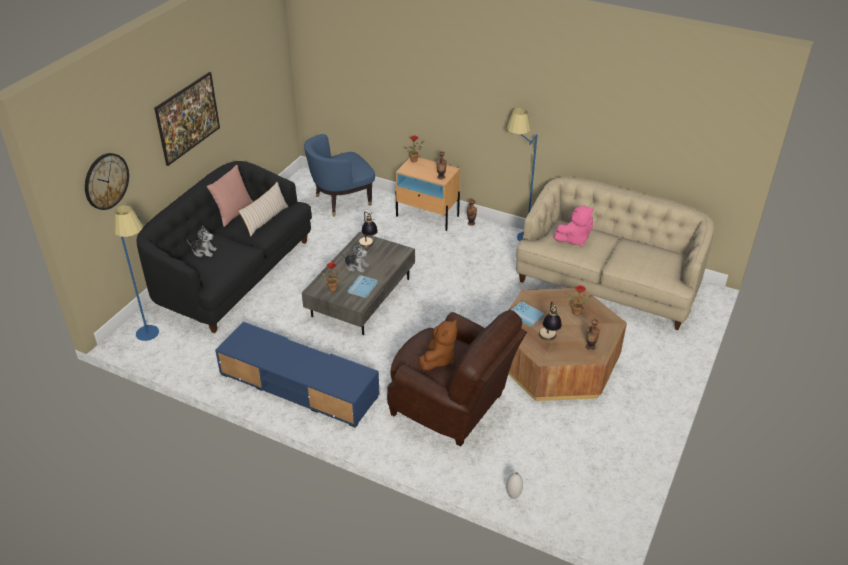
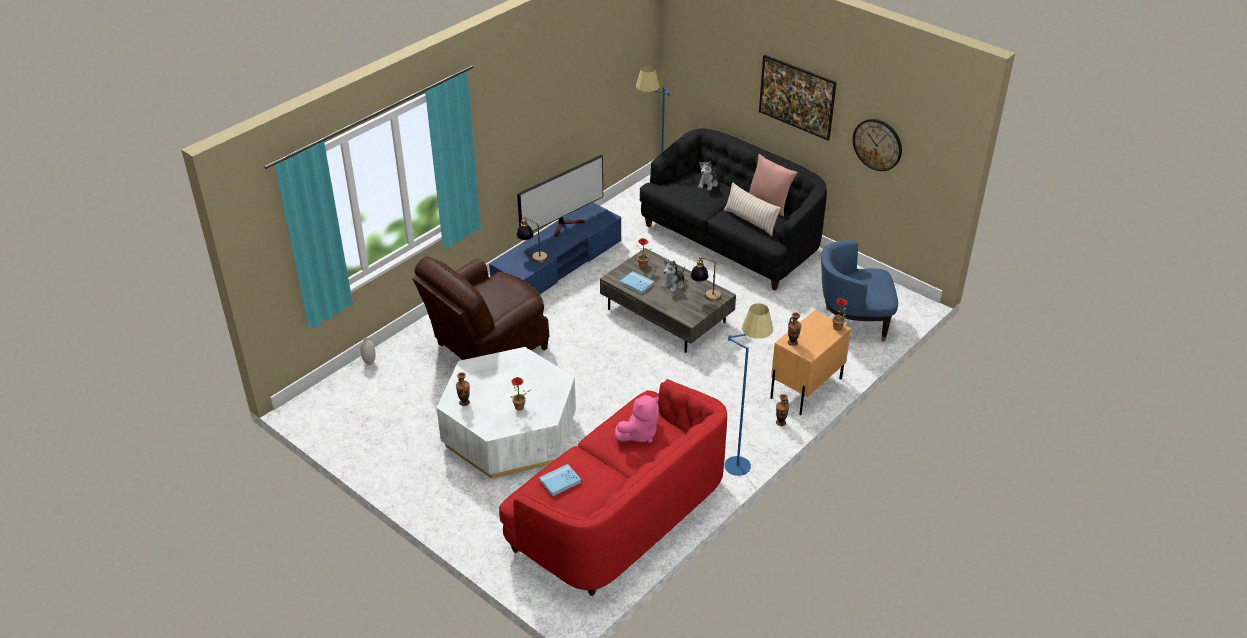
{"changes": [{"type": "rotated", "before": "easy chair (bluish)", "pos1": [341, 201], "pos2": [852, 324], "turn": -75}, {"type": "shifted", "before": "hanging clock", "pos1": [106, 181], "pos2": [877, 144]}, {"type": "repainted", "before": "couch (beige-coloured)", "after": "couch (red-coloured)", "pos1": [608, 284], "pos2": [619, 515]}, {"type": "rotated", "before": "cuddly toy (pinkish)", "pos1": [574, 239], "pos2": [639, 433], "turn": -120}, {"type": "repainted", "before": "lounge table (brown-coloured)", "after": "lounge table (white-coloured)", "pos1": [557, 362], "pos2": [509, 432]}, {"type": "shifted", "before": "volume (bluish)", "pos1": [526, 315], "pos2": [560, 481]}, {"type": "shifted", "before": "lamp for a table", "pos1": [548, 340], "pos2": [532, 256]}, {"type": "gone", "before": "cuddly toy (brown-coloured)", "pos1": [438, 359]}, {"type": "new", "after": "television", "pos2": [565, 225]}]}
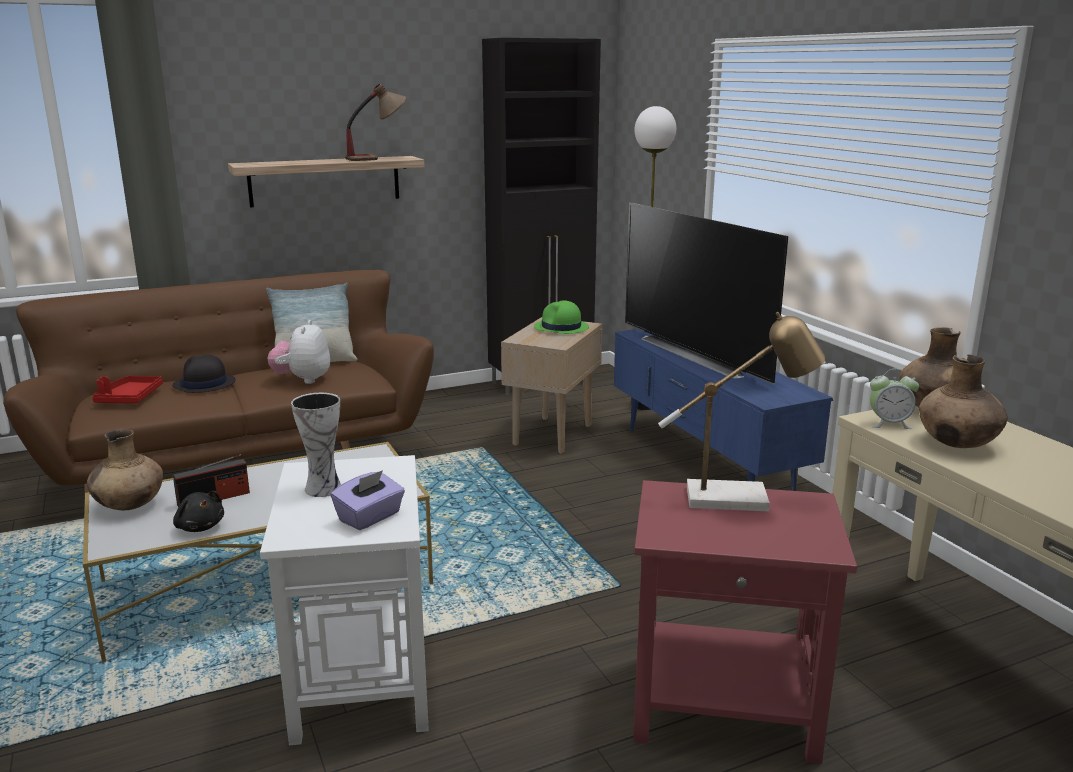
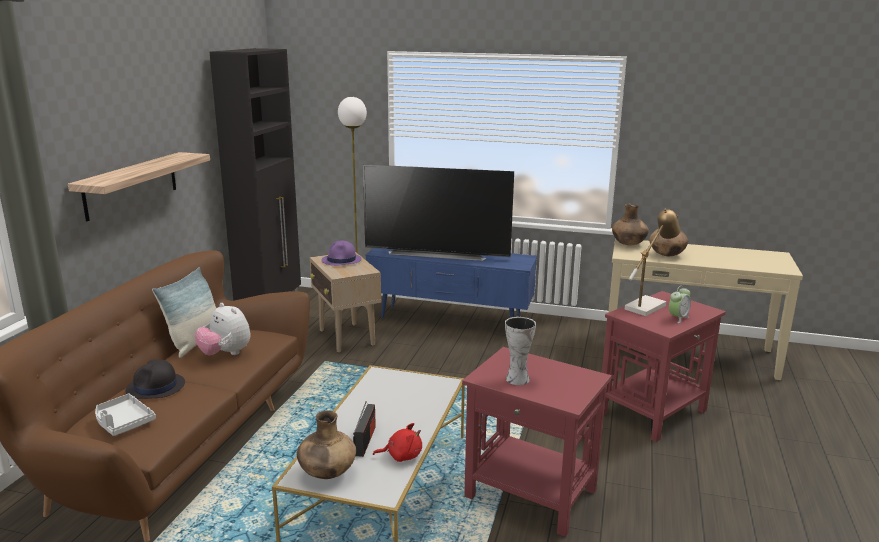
{"changes": [{"type": "gone", "before": "lamp for a table", "pos1": [378, 158]}, {"type": "repainted", "before": "wearable hat (green-coloured)", "after": "wearable hat (purplish)", "pos1": [561, 328], "pos2": [341, 260]}, {"type": "shifted", "before": "table clock", "pos1": [889, 424], "pos2": [678, 318]}, {"type": "repainted", "before": "serving tray (red-coloured)", "after": "serving tray (grey)", "pos1": [129, 398], "pos2": [123, 422]}, {"type": "repainted", "before": "side table (white-coloured)", "after": "side table (red-coloured)", "pos1": [360, 680], "pos2": [530, 494]}, {"type": "gone", "before": "tissue holder (purplish)", "pos1": [370, 517]}, {"type": "repainted", "before": "cuddly toy (blackish)", "after": "cuddly toy (red-coloured)", "pos1": [200, 527], "pos2": [402, 456]}]}
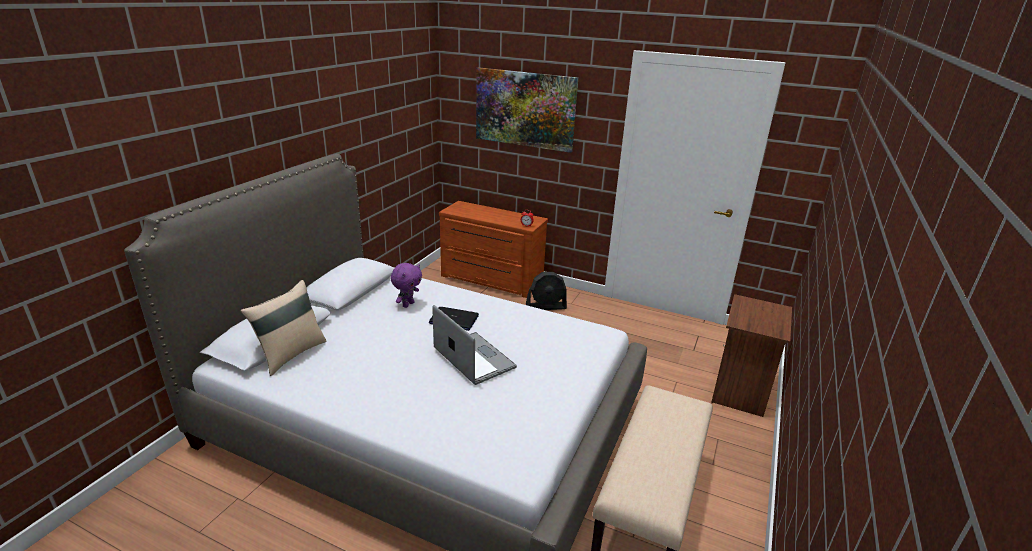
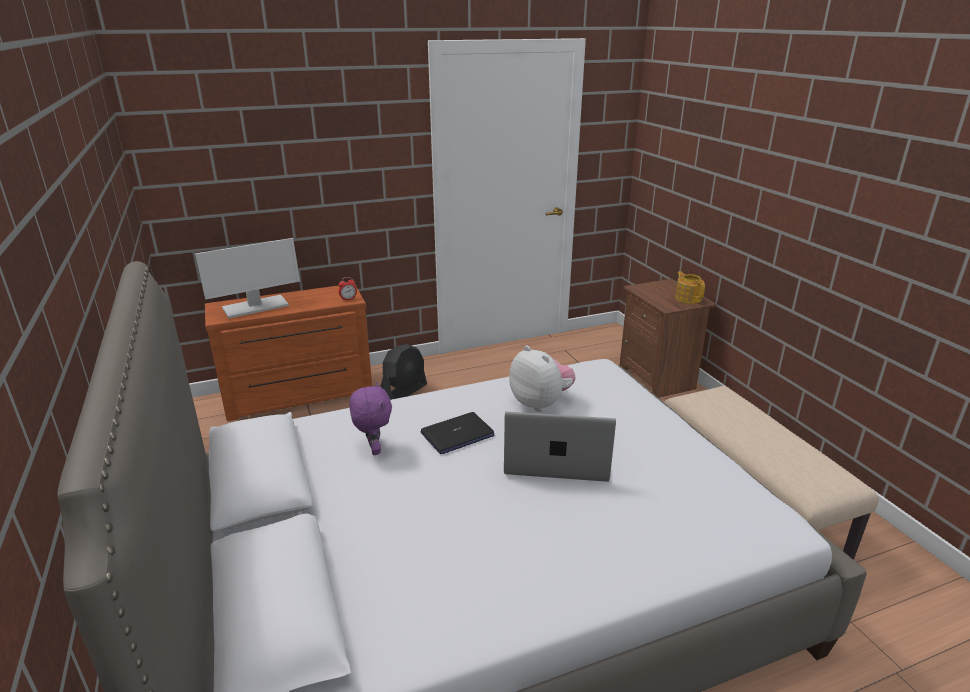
{"changes": [{"type": "gone", "before": "wall picture", "pos1": [525, 109]}, {"type": "gone", "before": "cushion (beige-coloured)", "pos1": [290, 354]}, {"type": "new", "after": "computer screen", "pos2": [255, 307]}, {"type": "new", "after": "tea pot", "pos2": [688, 298]}, {"type": "new", "after": "cuddly toy", "pos2": [540, 403]}]}
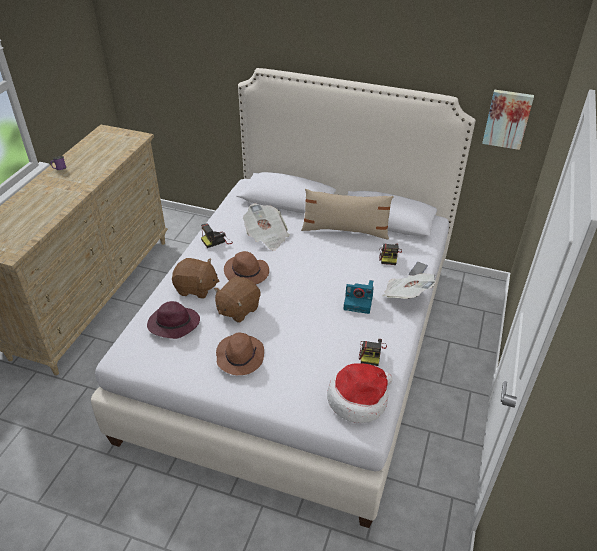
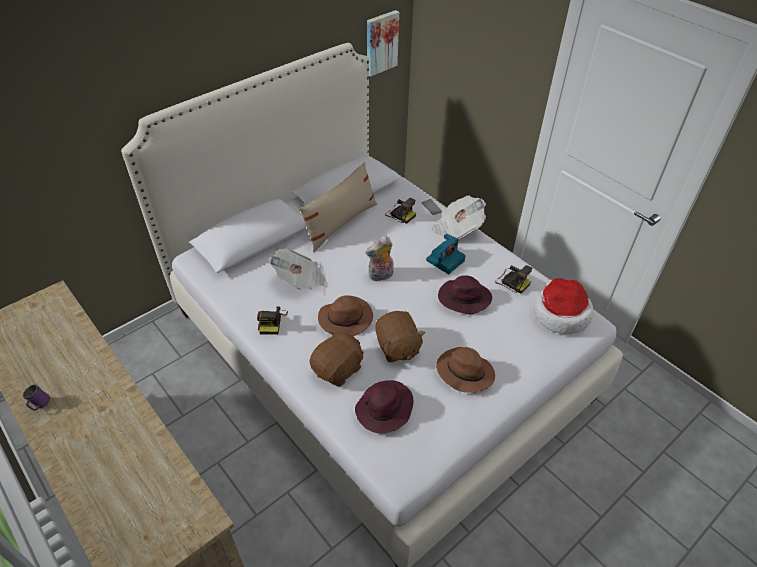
{"changes": [{"type": "new", "after": "cuddly toy", "pos2": [381, 276]}, {"type": "new", "after": "wearable hat (purplish)", "pos2": [463, 299]}]}
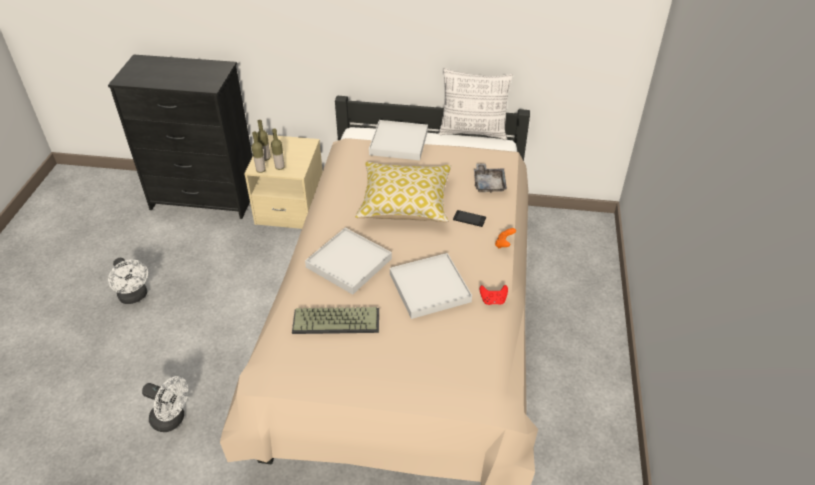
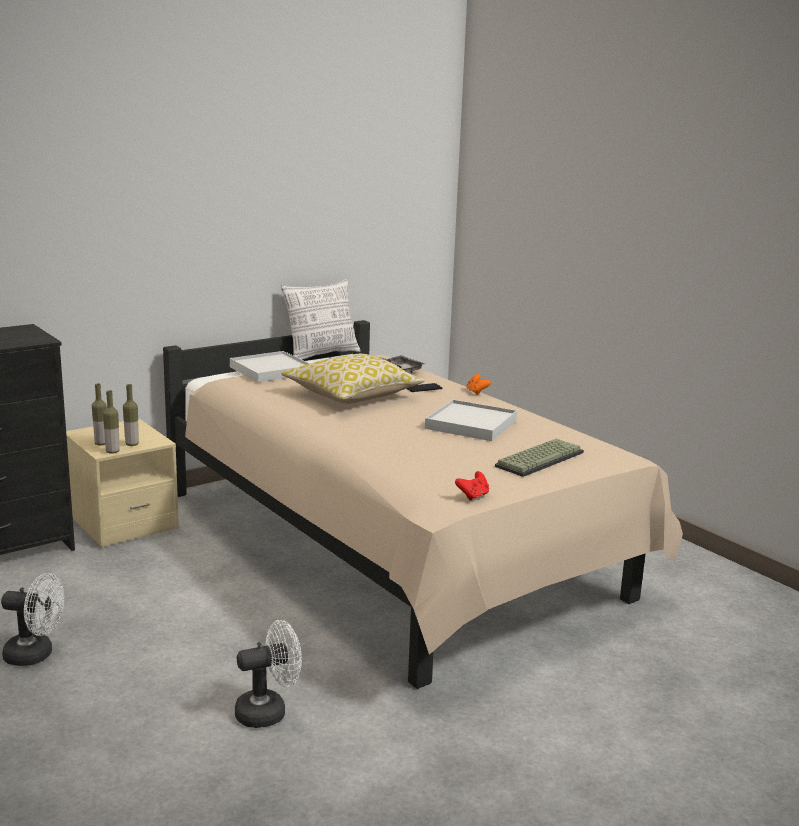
{"changes": [{"type": "gone", "before": "serving tray (white-coloured)", "pos1": [349, 263]}, {"type": "shifted", "before": "gamepad (red-coloured)", "pos1": [493, 300], "pos2": [473, 496]}, {"type": "shifted", "before": "computer keyboard", "pos1": [337, 320], "pos2": [539, 458]}]}
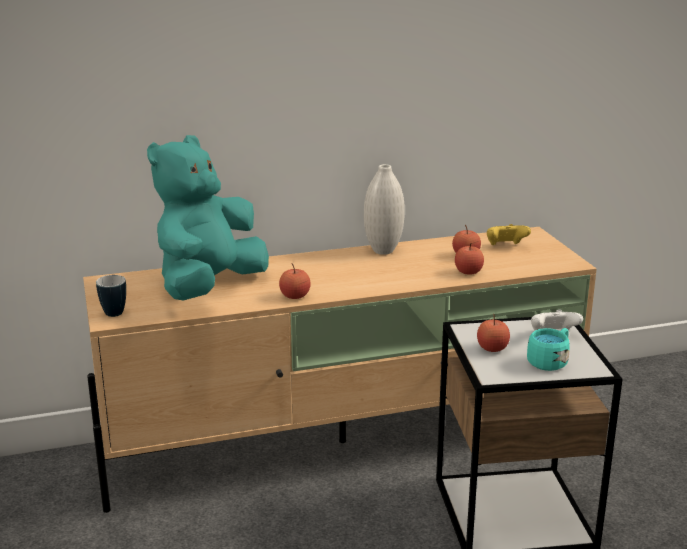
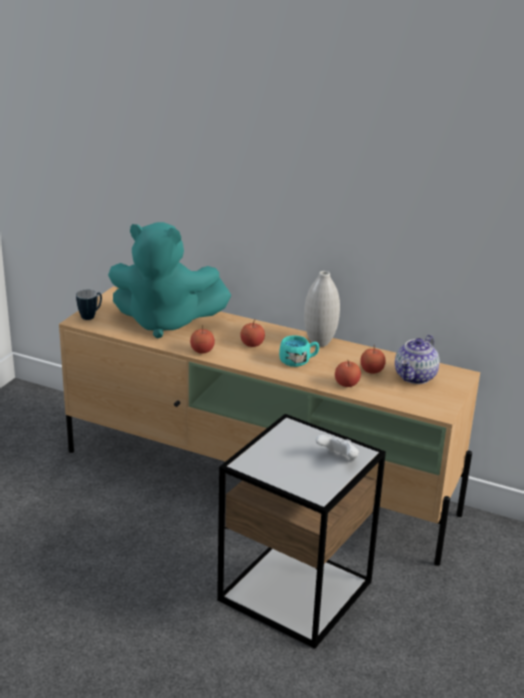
{"changes": [{"type": "rotated", "before": "cuddly toy (turquoise-coloured)", "pos1": [209, 287], "pos2": [165, 322], "turn": -150}, {"type": "swapped", "before": "gamepad (yellow-coloured)", "after": "tea pot", "pos1": [505, 247], "pos2": [415, 377]}, {"type": "shifted", "before": "apple fruit", "pos1": [492, 348], "pos2": [252, 344]}, {"type": "shifted", "before": "mug (turquoise-coloured)", "pos1": [550, 361], "pos2": [298, 361]}]}
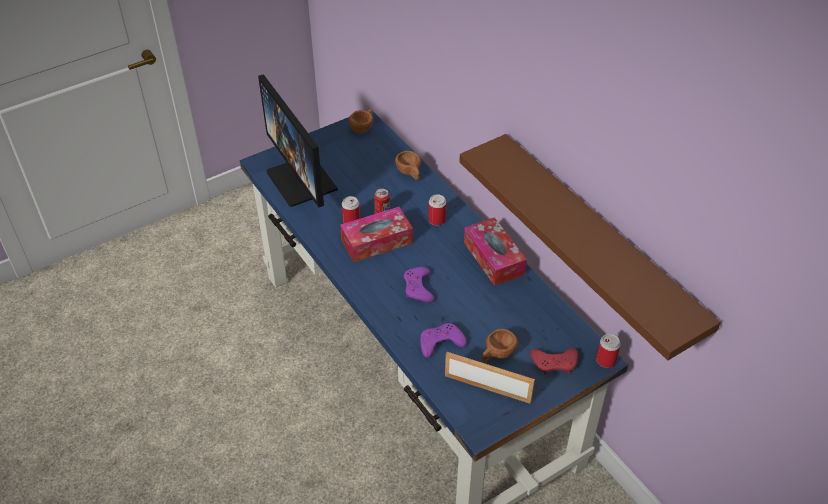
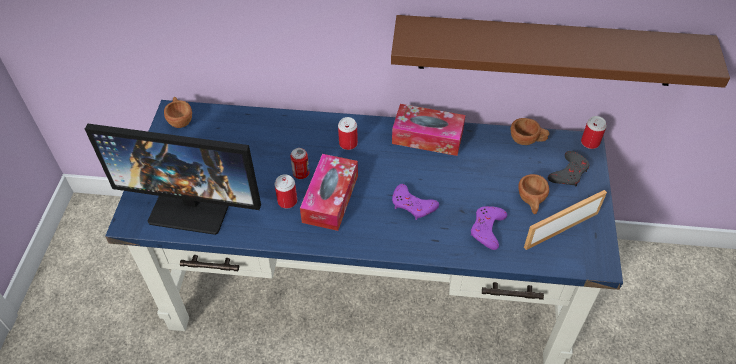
{"changes": [{"type": "shifted", "before": "cup (brown-coloured)", "pos1": [410, 173], "pos2": [527, 140]}, {"type": "repainted", "before": "gamepad (red-coloured)", "after": "gamepad (grey)", "pos1": [555, 363], "pos2": [569, 172]}]}
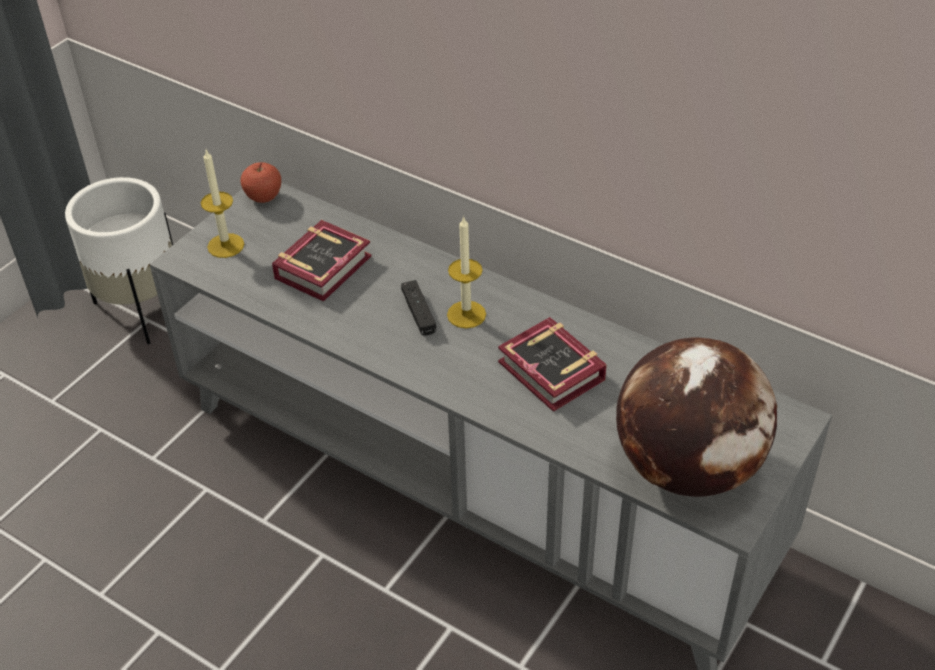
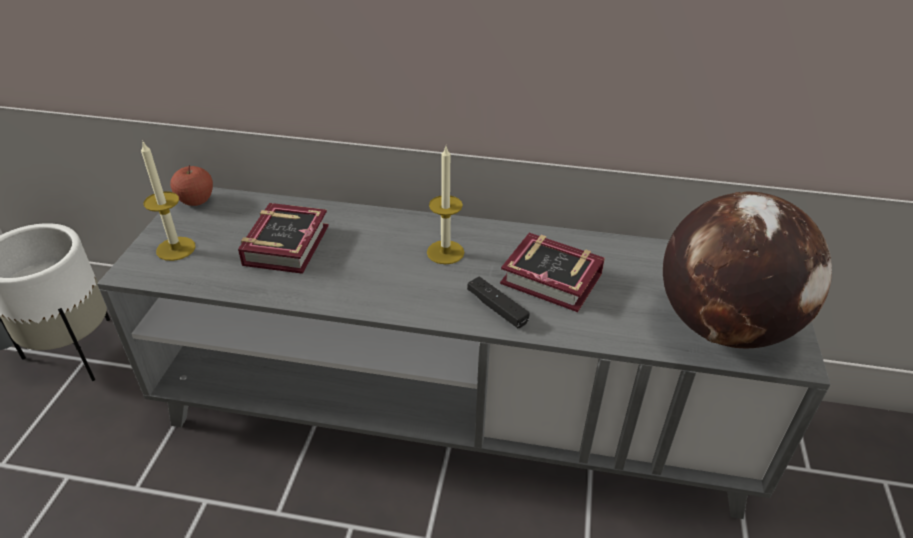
{"changes": [{"type": "shifted", "before": "gamepad (blackish)", "pos1": [419, 313], "pos2": [497, 308]}]}
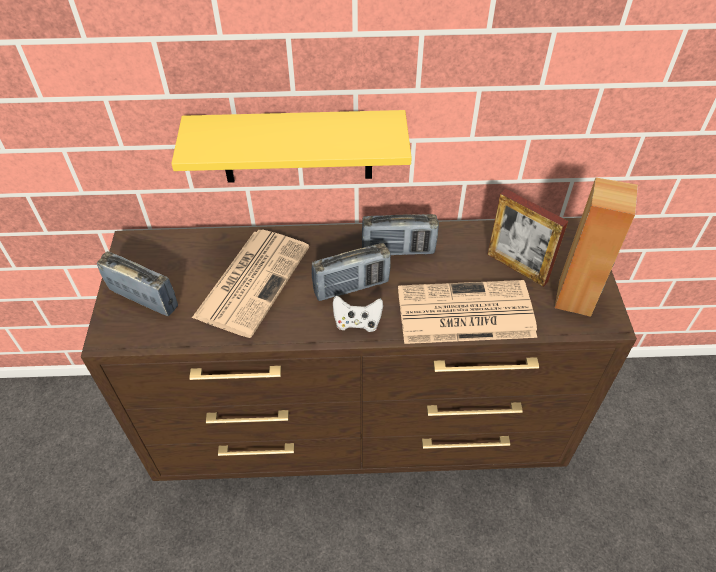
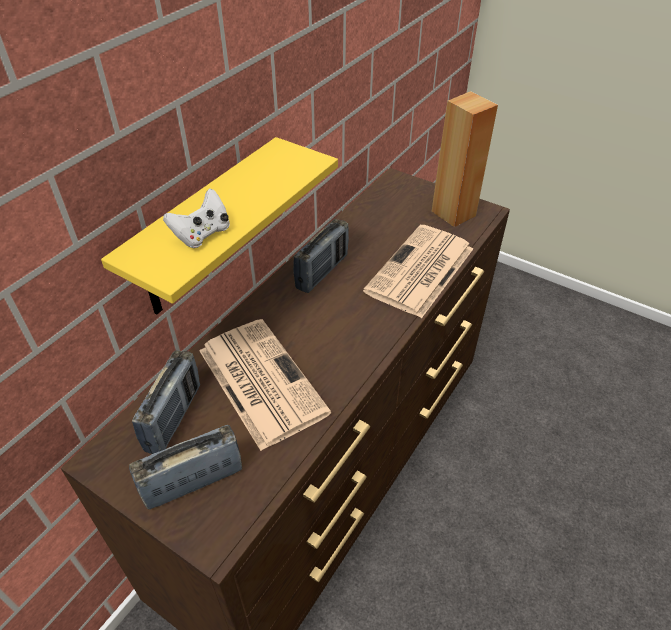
{"changes": [{"type": "gone", "before": "picture frame", "pos1": [517, 267]}, {"type": "shifted", "before": "radio set", "pos1": [351, 287], "pos2": [174, 418]}, {"type": "shifted", "before": "gamepad (white-coloured)", "pos1": [357, 322], "pos2": [202, 234]}]}
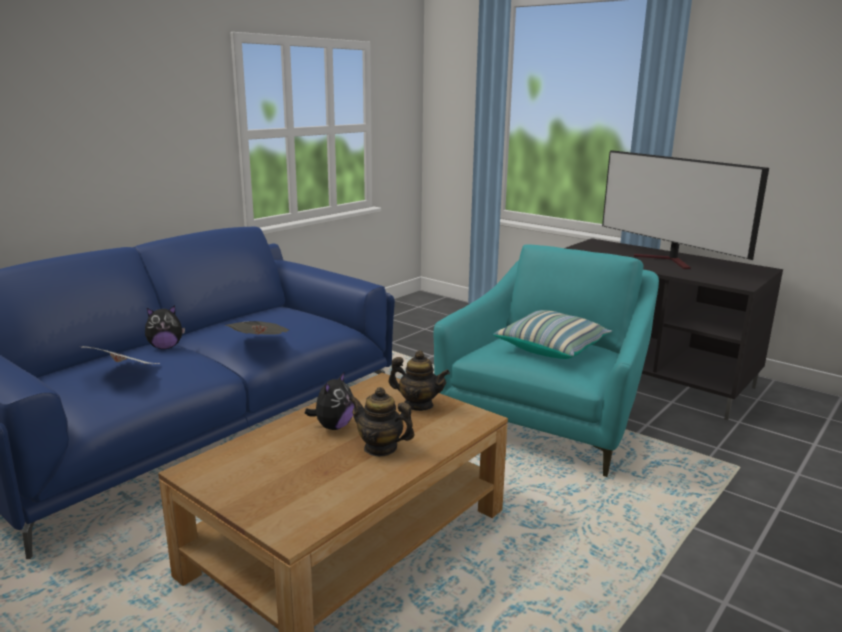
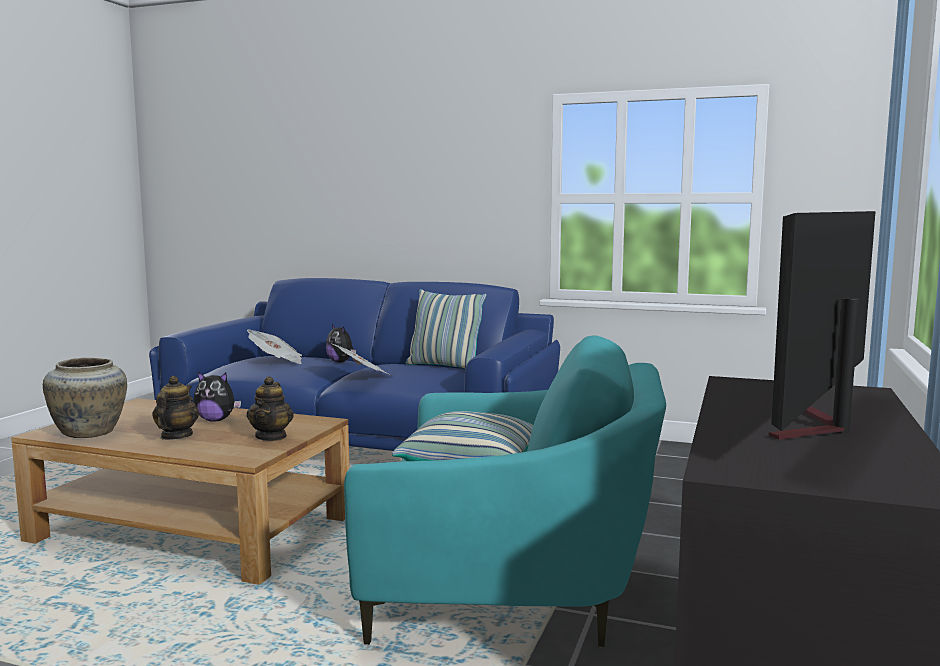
{"changes": [{"type": "new", "after": "cushion", "pos2": [444, 366]}, {"type": "new", "after": "vase (beige-coloured)", "pos2": [89, 433]}]}
